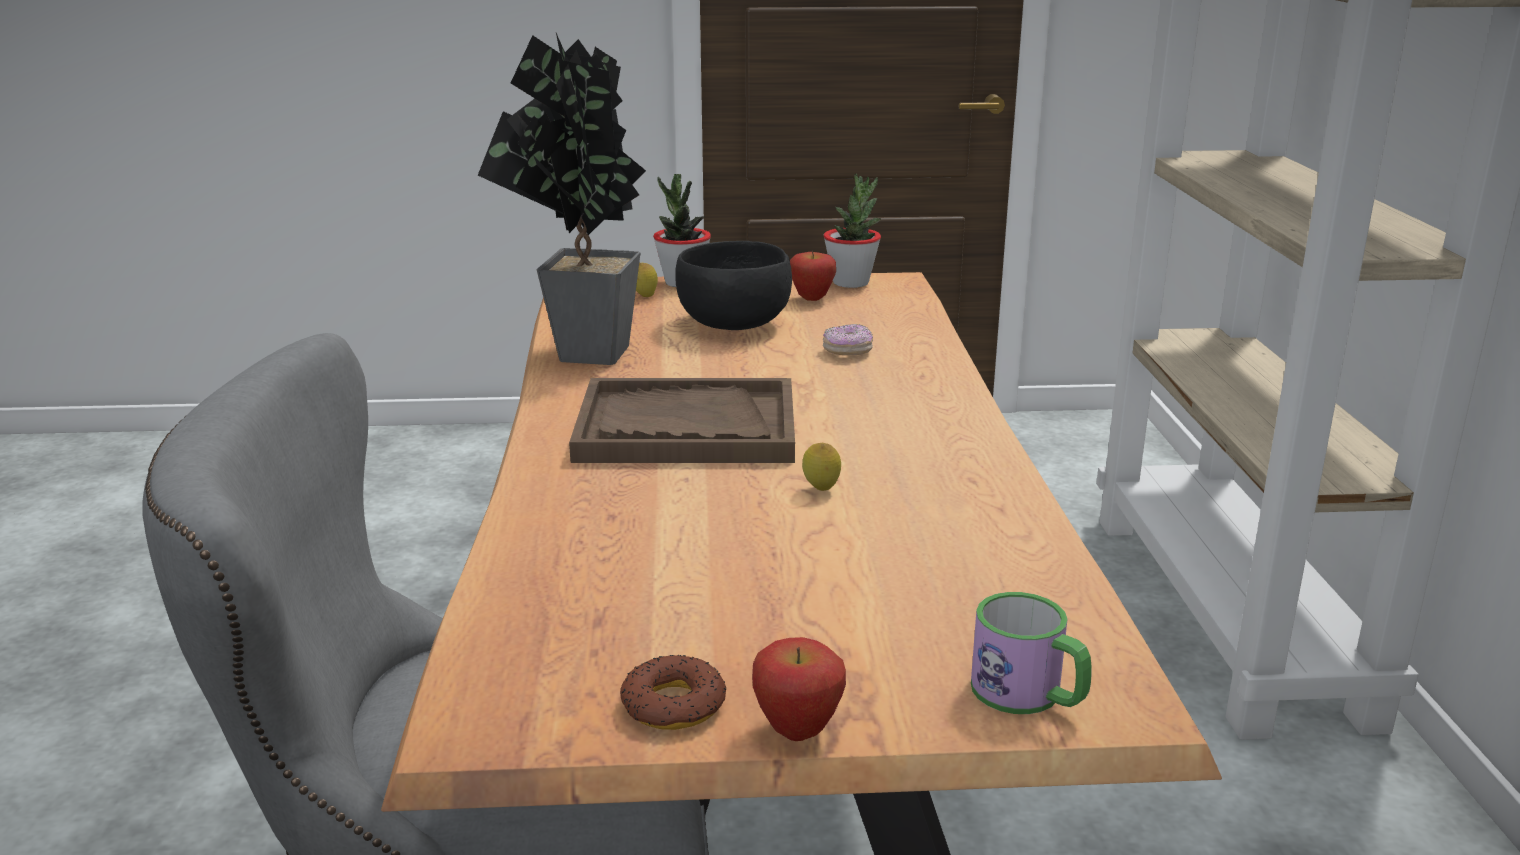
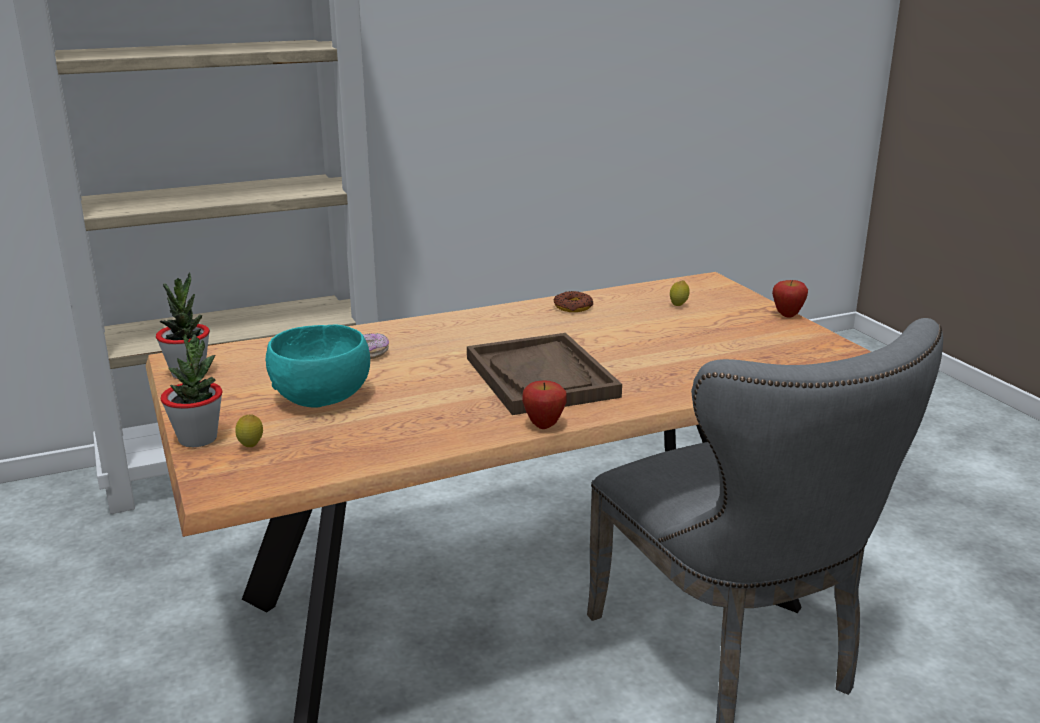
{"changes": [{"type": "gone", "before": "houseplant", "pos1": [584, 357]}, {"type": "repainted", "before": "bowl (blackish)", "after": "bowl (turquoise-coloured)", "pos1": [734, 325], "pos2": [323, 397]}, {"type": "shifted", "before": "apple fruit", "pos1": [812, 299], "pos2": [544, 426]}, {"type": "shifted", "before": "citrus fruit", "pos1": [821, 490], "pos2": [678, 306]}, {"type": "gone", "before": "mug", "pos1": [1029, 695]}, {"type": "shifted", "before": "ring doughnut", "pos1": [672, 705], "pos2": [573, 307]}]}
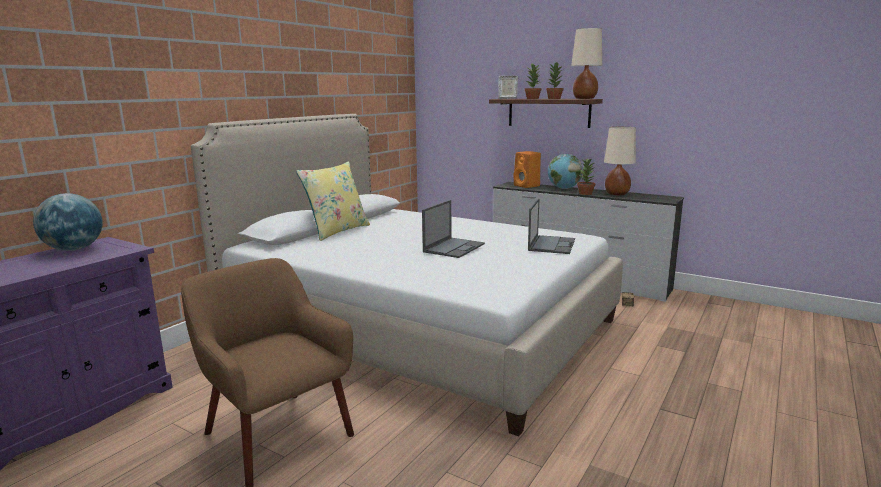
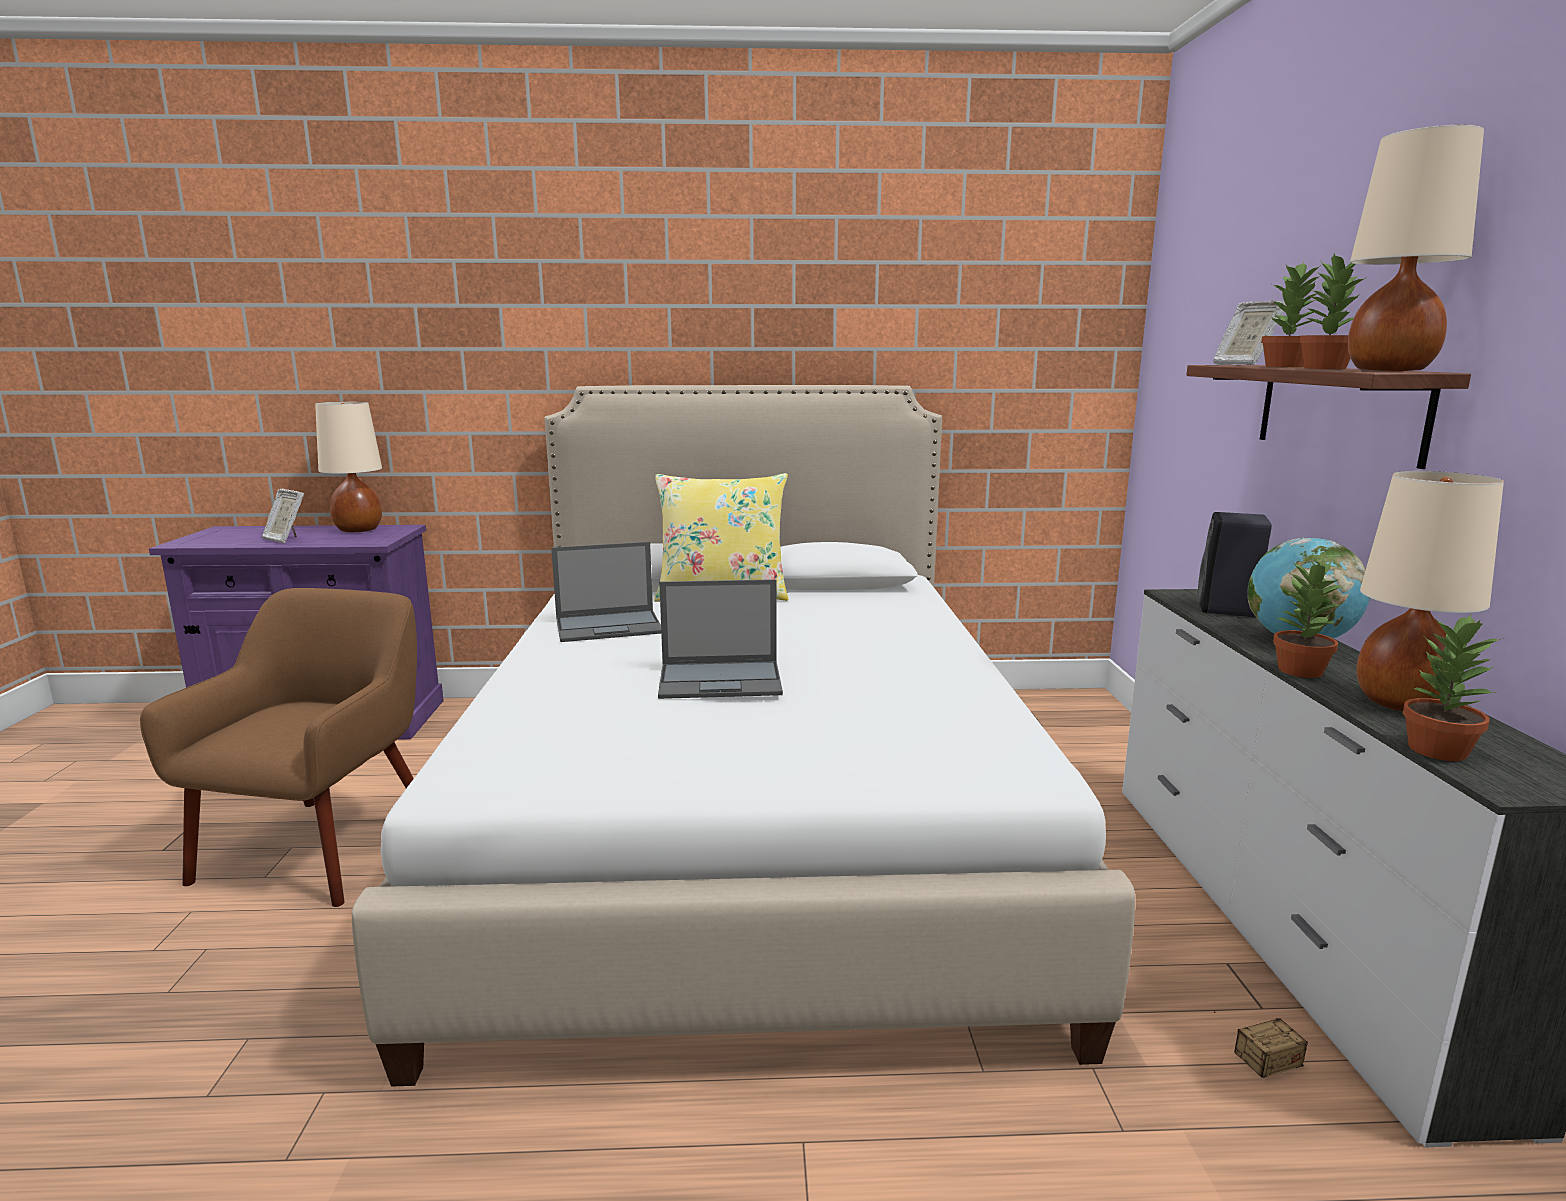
{"changes": [{"type": "repainted", "before": "speaker (orange-coloured)", "after": "speaker (blackish)", "pos1": [527, 186], "pos2": [1228, 609]}, {"type": "swapped", "before": "world globe", "after": "lamp for a table (beige-coloured)", "pos1": [74, 249], "pos2": [358, 530]}, {"type": "shifted", "before": "portable computer", "pos1": [551, 244], "pos2": [610, 626]}, {"type": "new", "after": "picture frame", "pos2": [286, 539]}, {"type": "new", "after": "houseplant", "pos2": [1436, 750]}]}
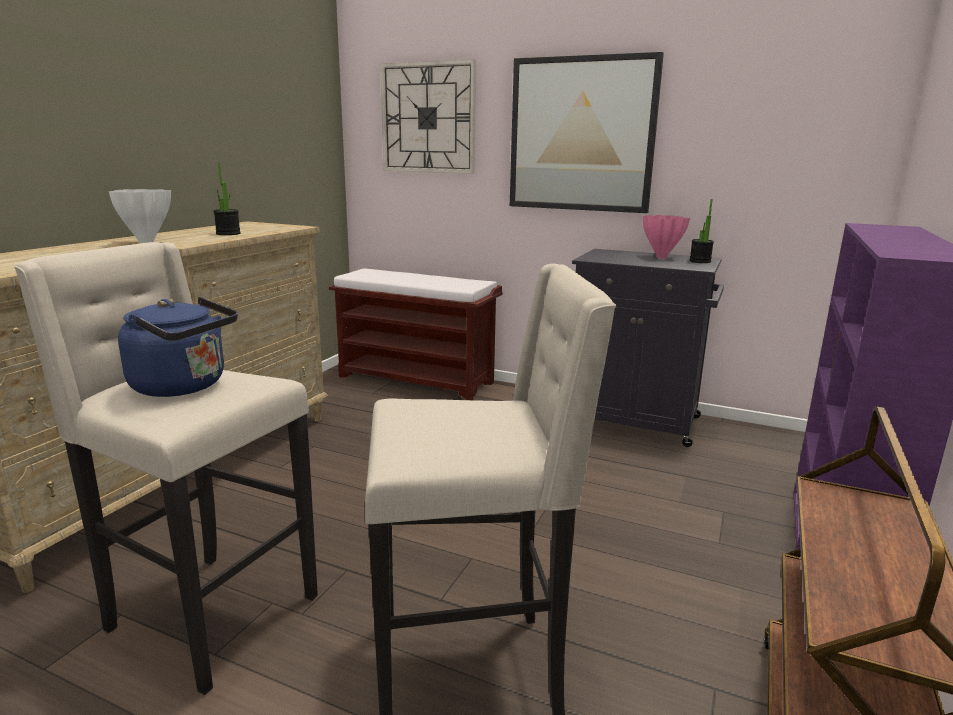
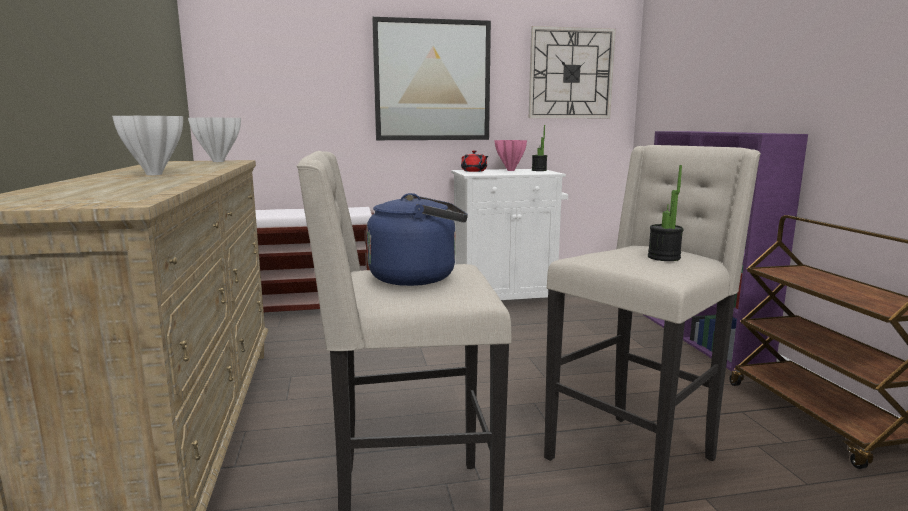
{"changes": [{"type": "shifted", "before": "hanging clock", "pos1": [428, 118], "pos2": [571, 73]}, {"type": "shifted", "before": "houseplant", "pos1": [228, 233], "pos2": [663, 257]}, {"type": "repainted", "before": "storage cabinet (blackish)", "after": "storage cabinet (white-coloured)", "pos1": [635, 421], "pos2": [505, 298]}, {"type": "new", "after": "vase (white-coloured)", "pos2": [218, 161]}, {"type": "new", "after": "tea pot (red-coloured)", "pos2": [474, 171]}]}
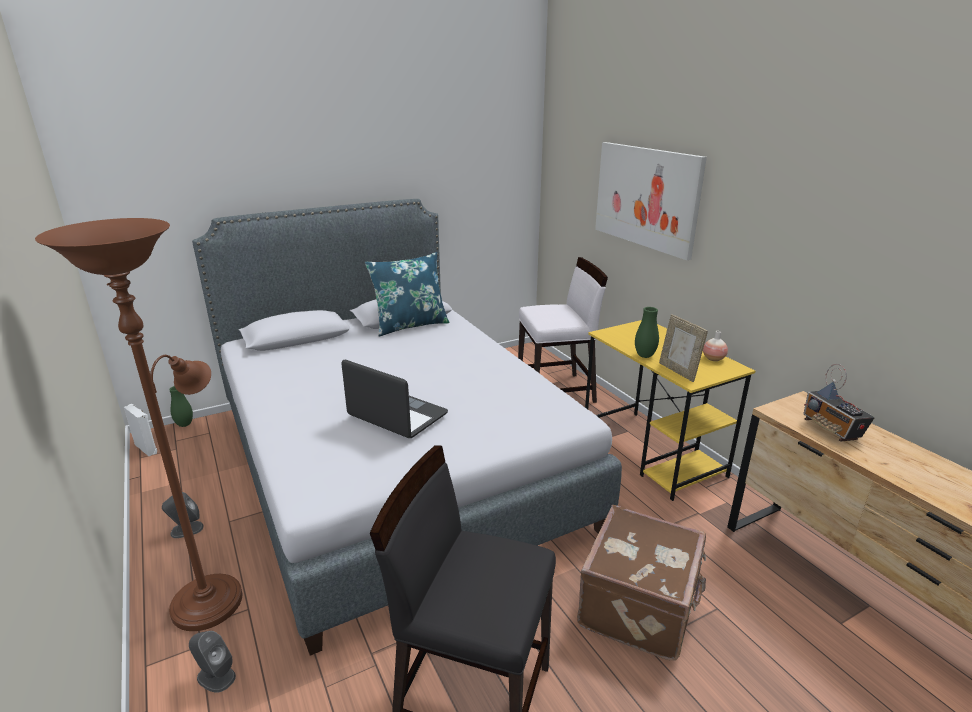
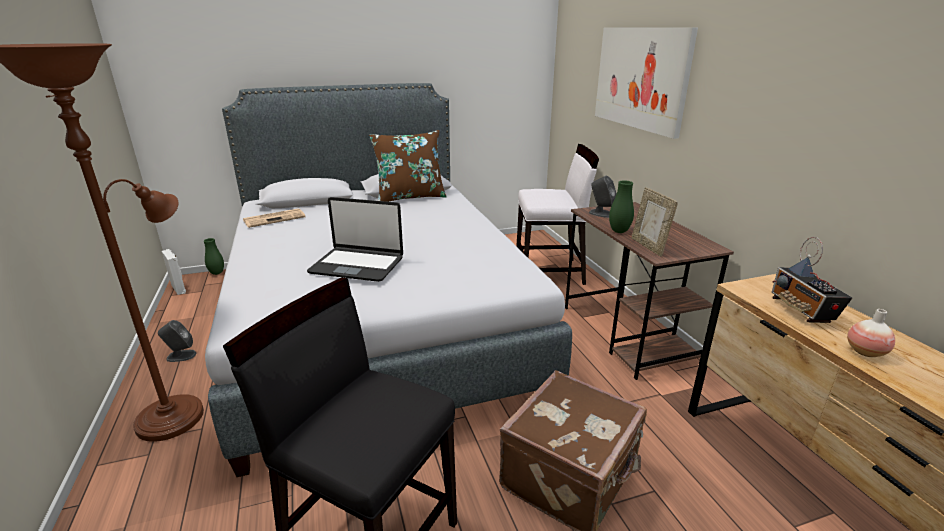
{"changes": [{"type": "repainted", "before": "cushion (bluish)", "after": "cushion (brown-coloured)", "pos1": [410, 325], "pos2": [410, 197]}, {"type": "repainted", "before": "desk table (yellow-coloured)", "after": "desk table (brown-coloured)", "pos1": [652, 453], "pos2": [628, 334]}, {"type": "shifted", "before": "vase", "pos1": [713, 359], "pos2": [865, 352]}, {"type": "rotated", "before": "portable computer", "pos1": [397, 415], "pos2": [357, 265], "turn": 150}, {"type": "shifted", "before": "speaker (grey)", "pos1": [216, 676], "pos2": [601, 213]}, {"type": "new", "after": "printed paper", "pos2": [275, 218]}]}
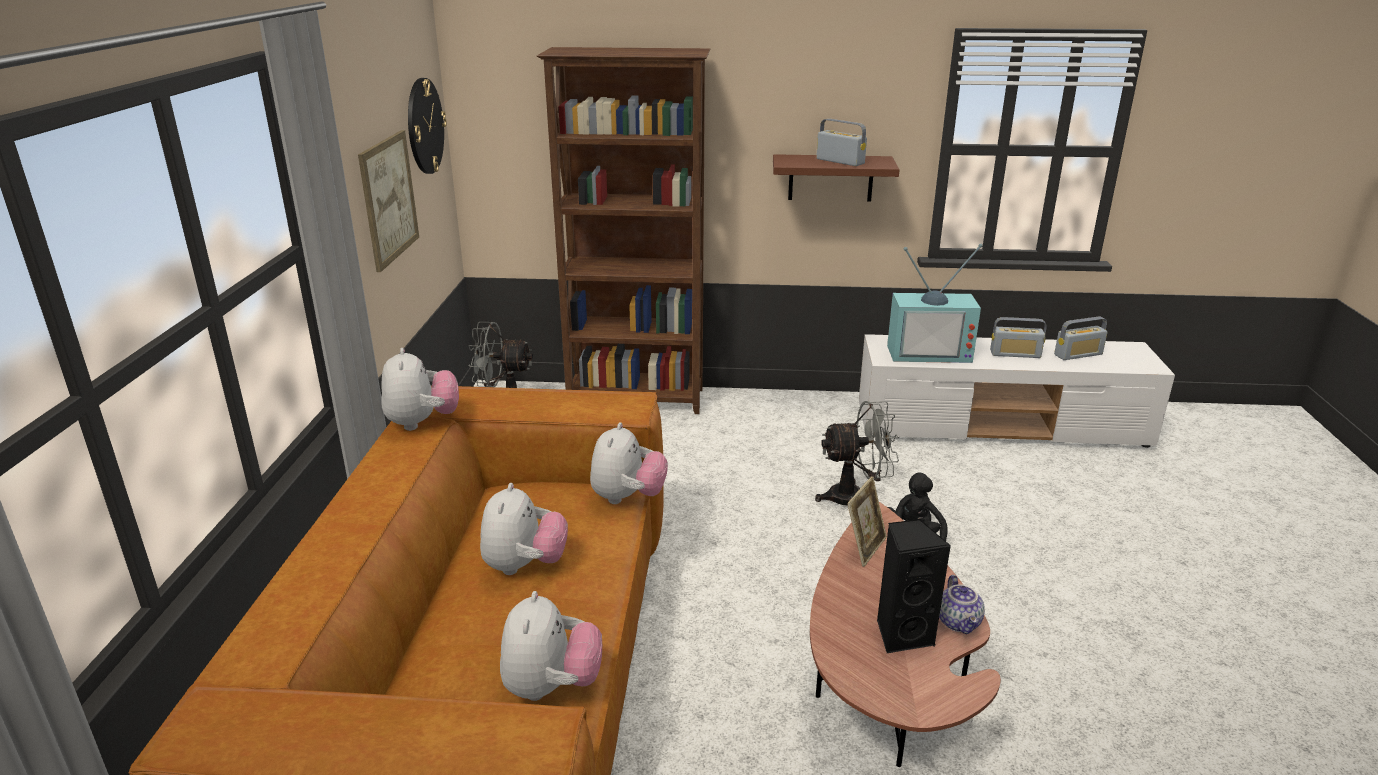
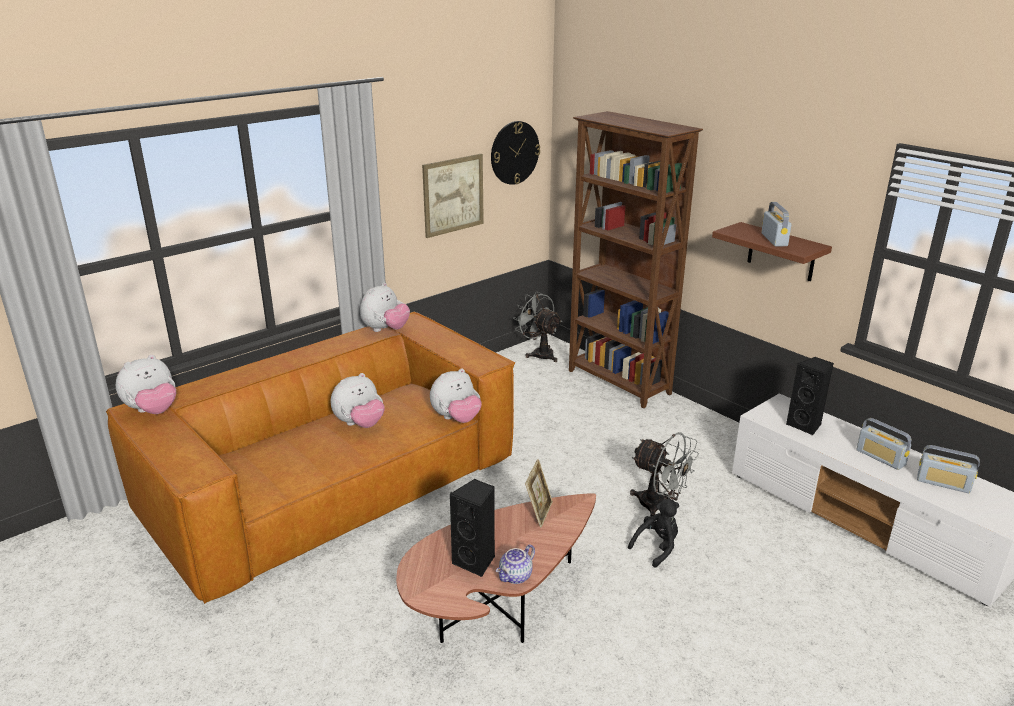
{"changes": [{"type": "swapped", "before": "television", "after": "speaker (blackish)", "pos1": [929, 352], "pos2": [806, 425]}, {"type": "rotated", "before": "picture frame", "pos1": [864, 548], "pos2": [538, 513], "turn": -60}, {"type": "shifted", "before": "cuddly toy", "pos1": [551, 686], "pos2": [153, 411]}]}
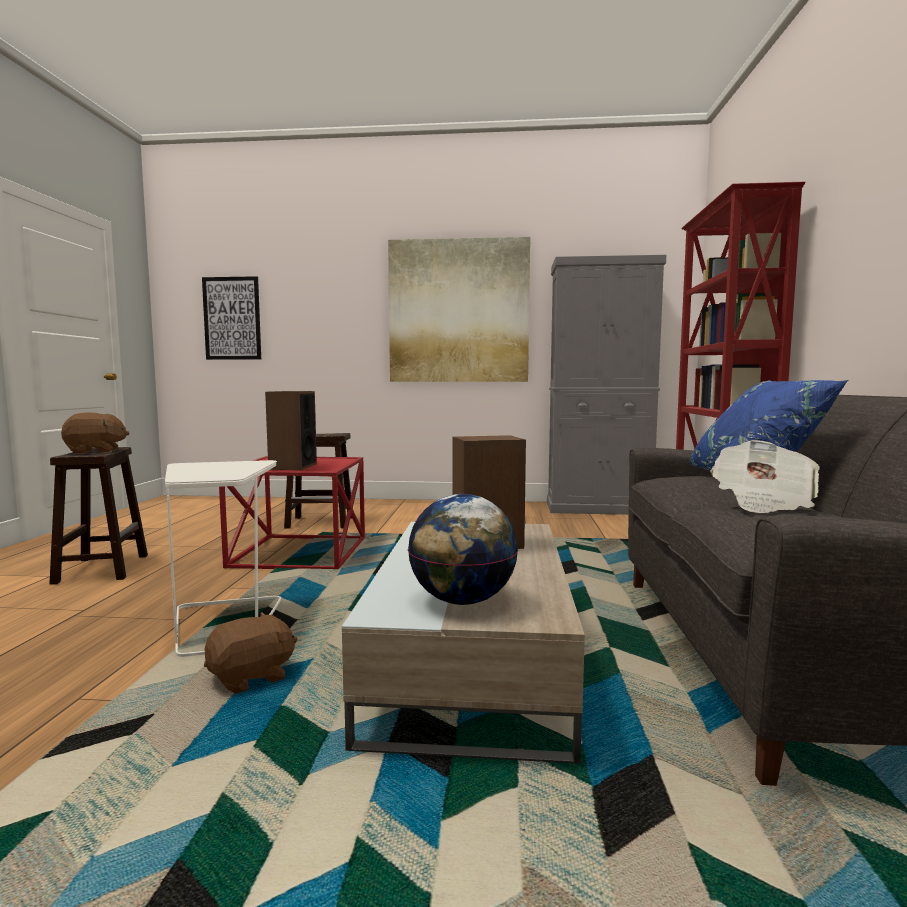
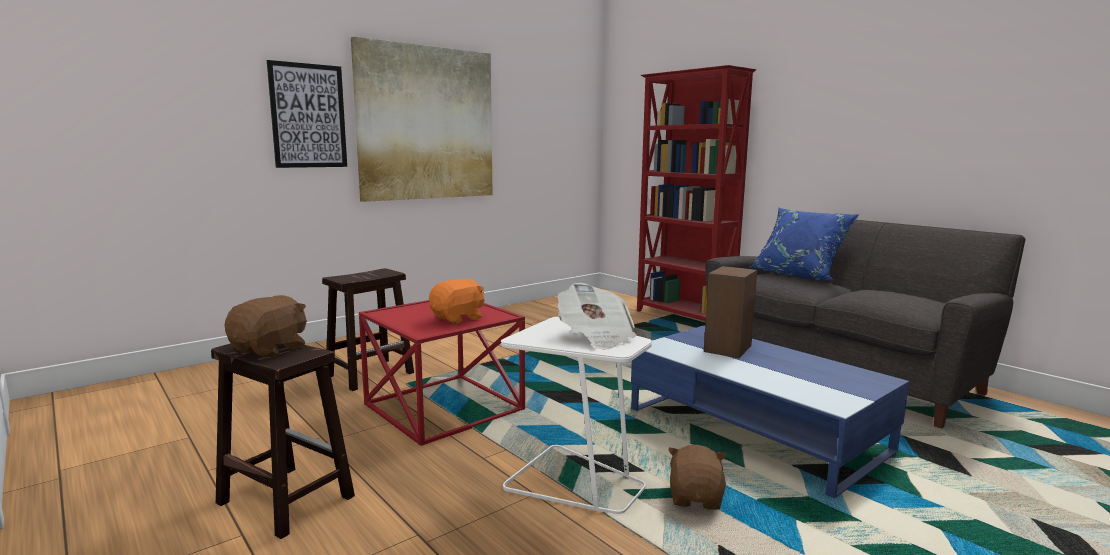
{"changes": [{"type": "gone", "before": "storage cabinet (grey)", "pos1": [598, 508]}, {"type": "shifted", "before": "wall picture", "pos1": [232, 318], "pos2": [308, 116]}, {"type": "swapped", "before": "speaker", "after": "cuddly toy (orange-coloured)", "pos1": [292, 466], "pos2": [458, 318]}, {"type": "shifted", "before": "printed paper", "pos1": [762, 503], "pos2": [596, 337]}, {"type": "gone", "before": "world globe", "pos1": [462, 601]}, {"type": "repainted", "before": "lounge table (beige-coloured)", "after": "lounge table (bluish)", "pos1": [472, 659], "pos2": [754, 430]}]}
